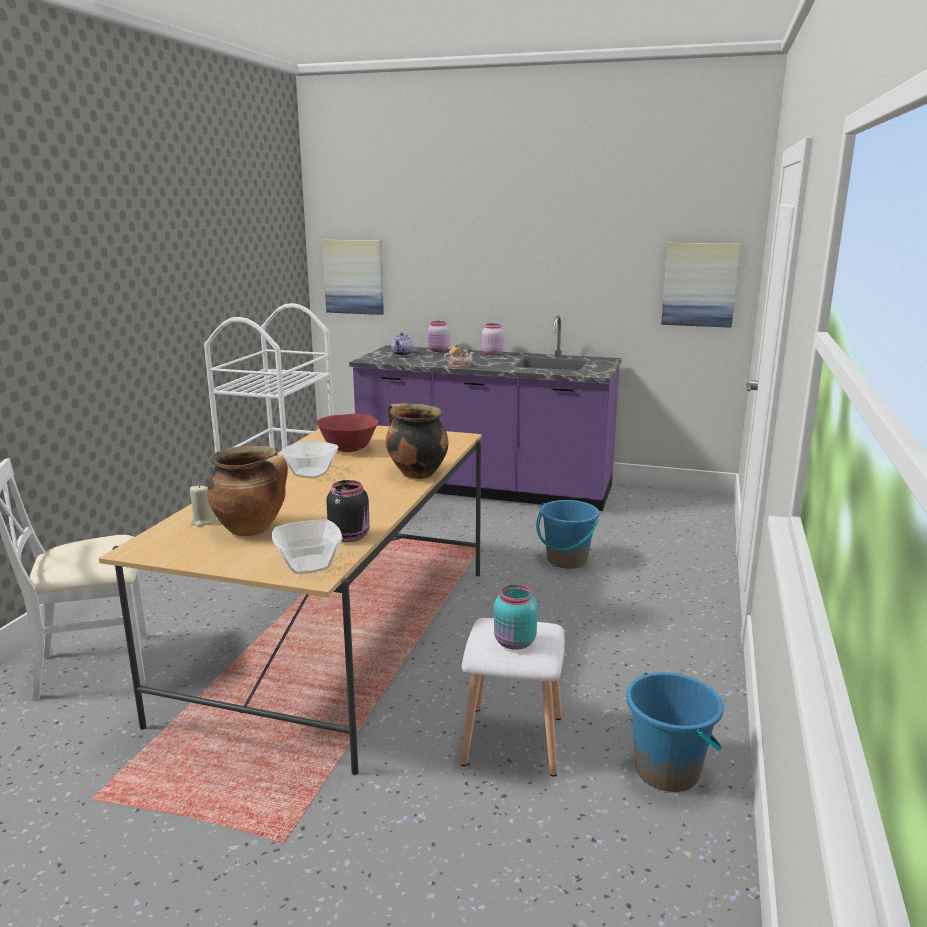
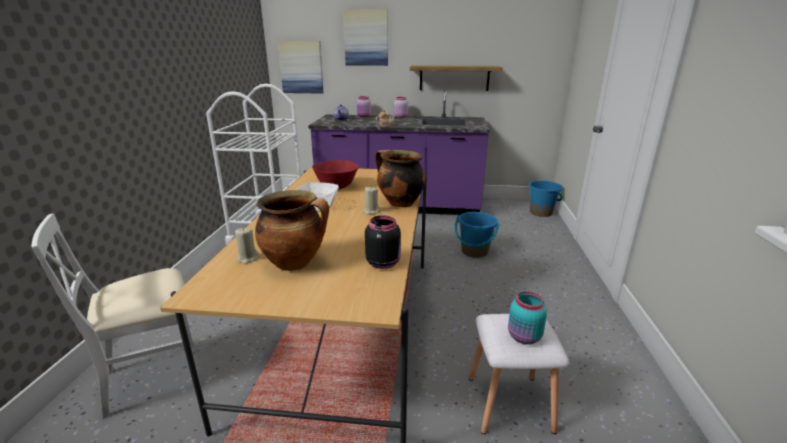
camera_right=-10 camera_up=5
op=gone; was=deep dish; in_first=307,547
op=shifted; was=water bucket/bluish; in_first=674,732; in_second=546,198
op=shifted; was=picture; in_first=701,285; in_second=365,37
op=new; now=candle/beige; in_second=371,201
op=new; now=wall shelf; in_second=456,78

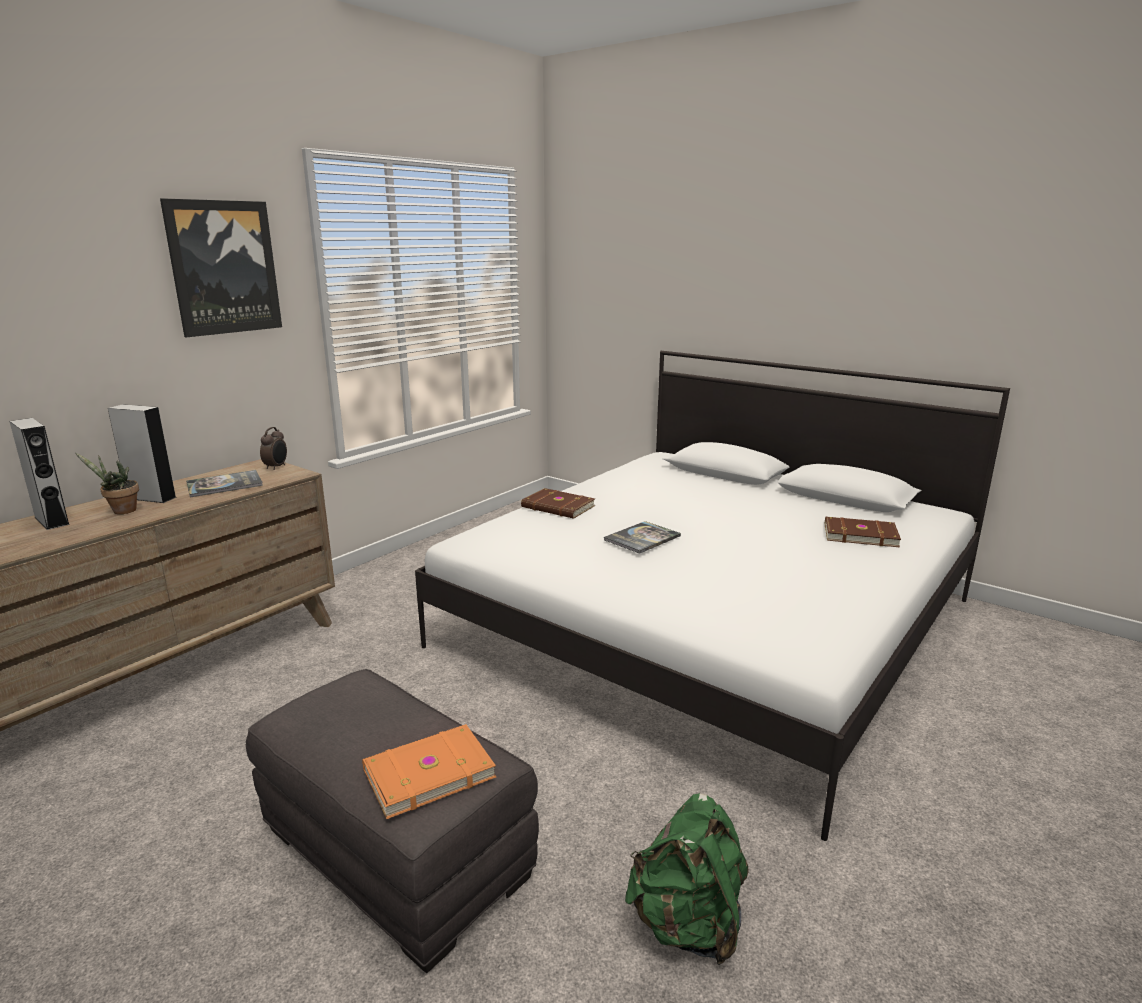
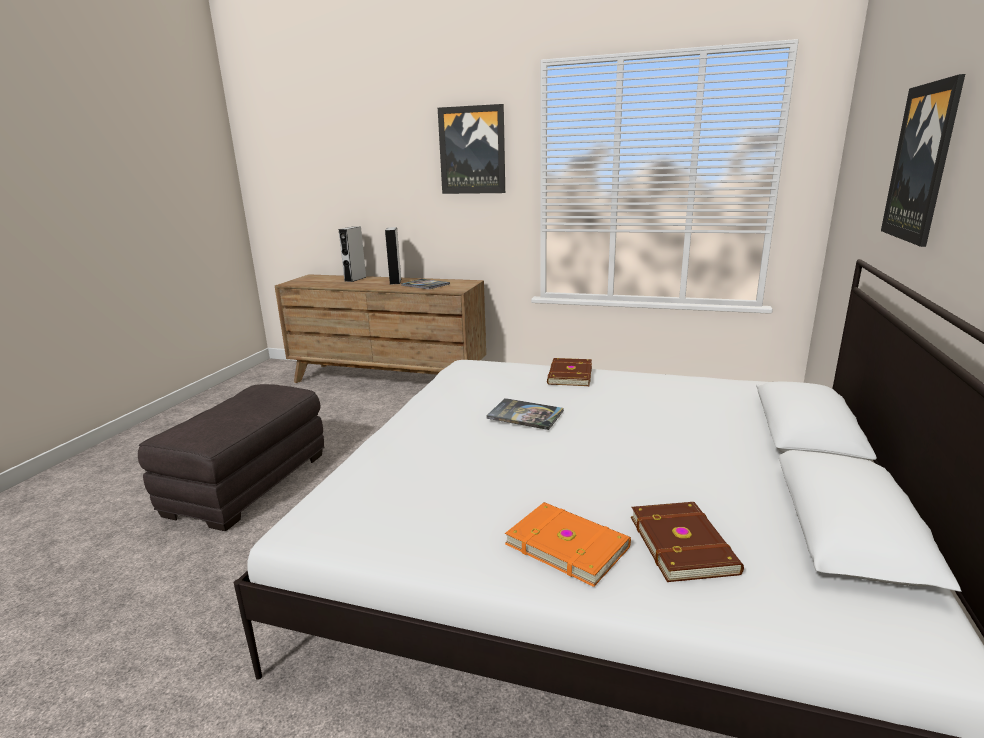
camera_right=70 camera_up=0
op=gone; was=houseplant; in_first=107,483
op=gone; was=alarm clock; in_first=273,448
op=shifted; was=bound book/orange-coloured; in_first=429,771; in_second=568,544
op=gone; was=knapsack/green-coloured; in_first=687,879
op=new; now=picture; in_second=923,160

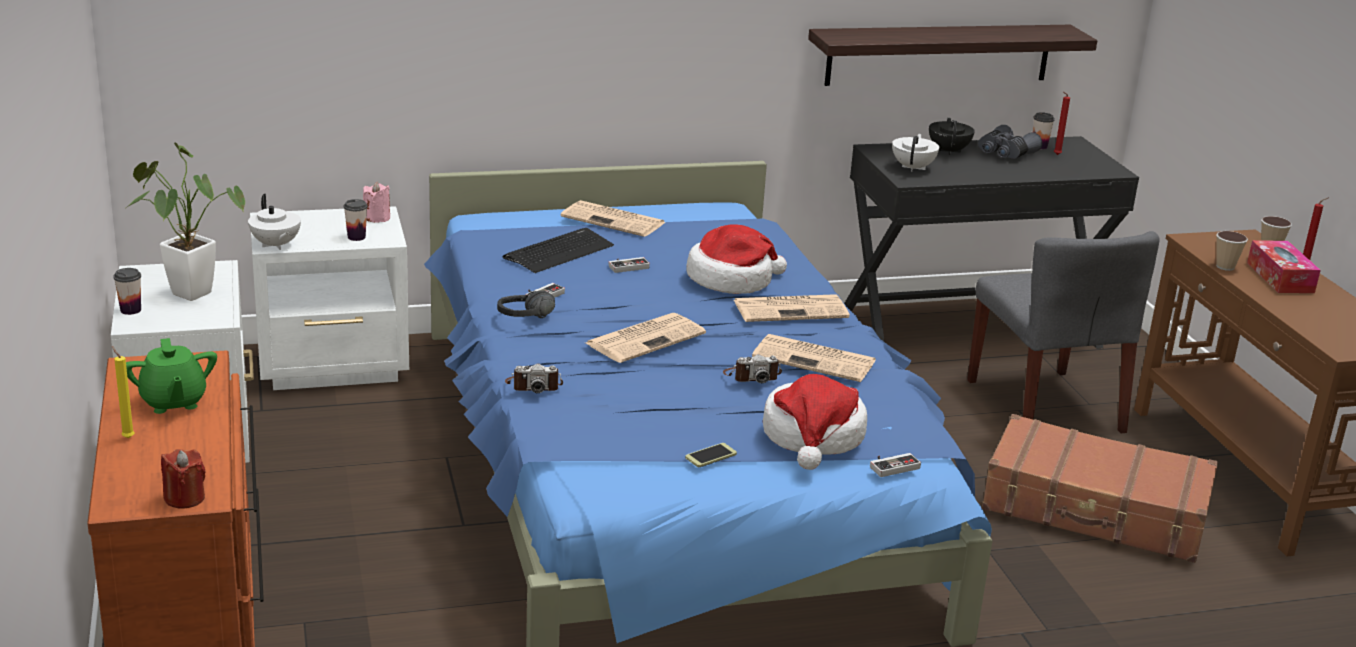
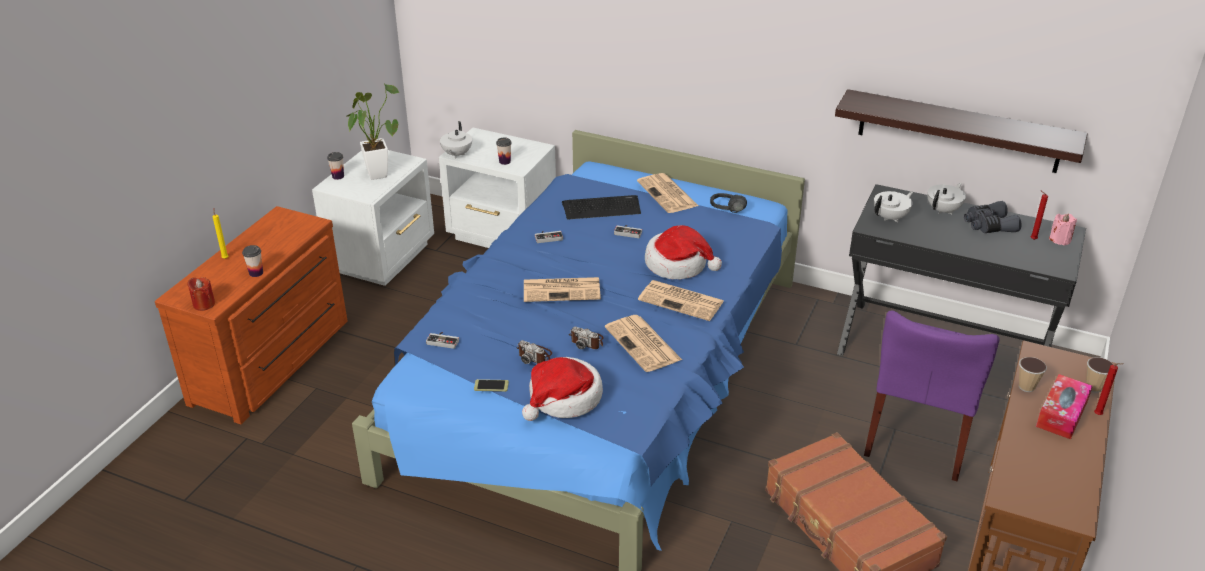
camera_right=40 camera_up=10
op=gone; was=pot for tea/green-coloured; in_first=171,376
op=shifted; was=candle/pinkish; in_first=376,202; in_second=1063,229
op=shifted; was=headset/black; in_first=526,304; in_second=728,203
op=shifted; was=photo camera; in_first=534,378; in_second=534,352
op=shifted; was=gamepad; in_first=895,465; in_second=442,340
op=repainted; was=pot for tea/black; now=pot for tea/white-coloured; in_first=952,136; in_second=946,199
op=repainted; was=chair/grey; now=chair/purple-coloured; in_first=1063,332; in_second=932,396
op=shifted; was=small cup; in_first=1044,130; in_second=252,261

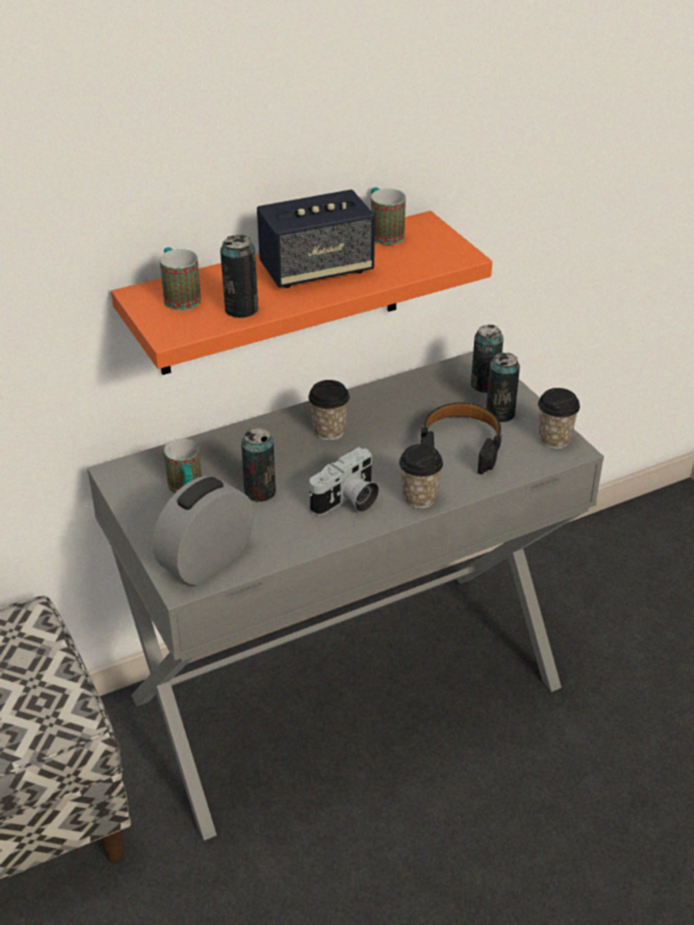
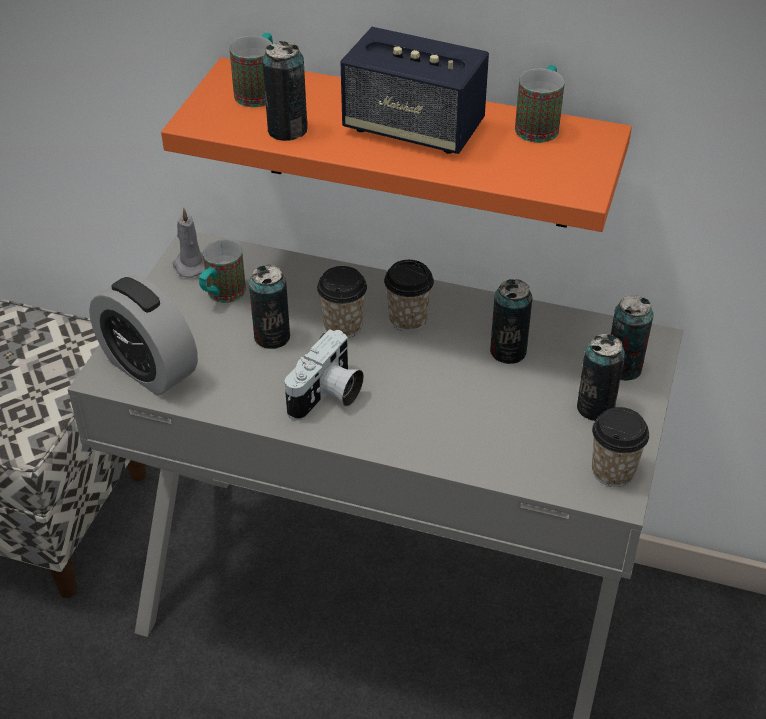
camera_right=45 camera_up=5
op=rotated; was=alarm clock; in_first=203,531; in_second=143,335; clockwise=-135
op=rotated; was=photo camera; in_first=344,481; in_second=324,375; clockwise=-60
op=shifted; was=small cup; in_first=421,476; in_second=342,302
op=gone; was=headset/black; in_first=461,438
op=new; now=candle/grey; in_second=188,242
op=new; now=sealed can; in_second=511,321

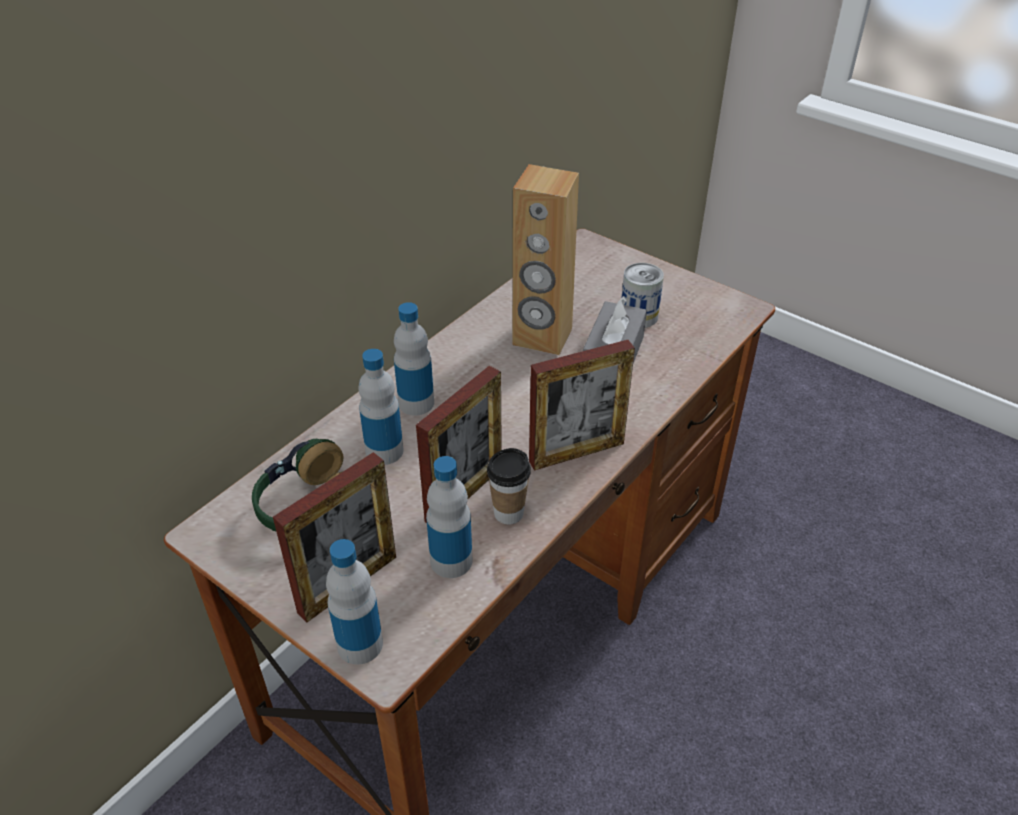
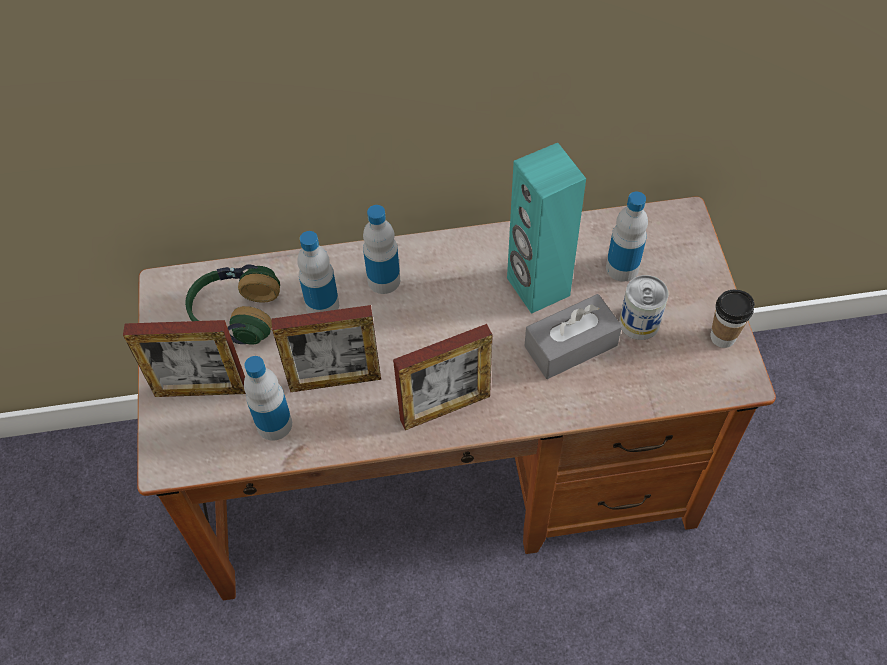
camera_right=45 camera_up=15
op=shifted; was=beverage bottle; in_first=354,602; in_second=627,237
op=shifted; was=small cup; in_first=509,486; in_second=732,319
op=repainted; was=loudspeaker/brown-coloured; now=loudspeaker/blue-green; in_first=546,259; in_second=546,228
op=rotated; was=photo frame; in_first=582,405; in_second=443,377; clockwise=-45

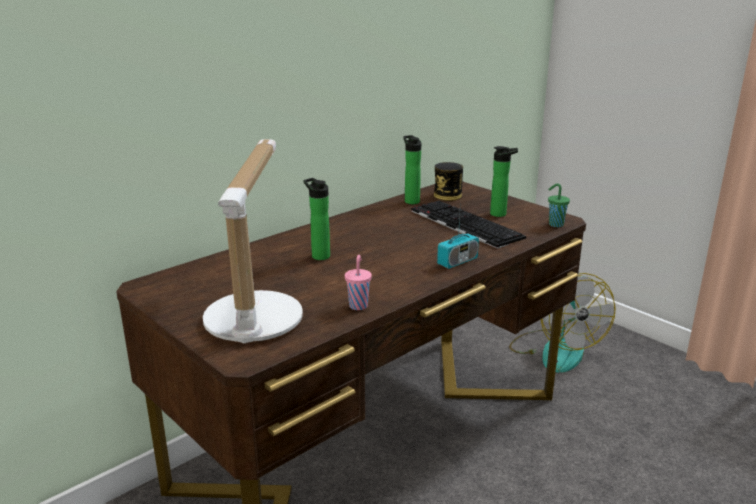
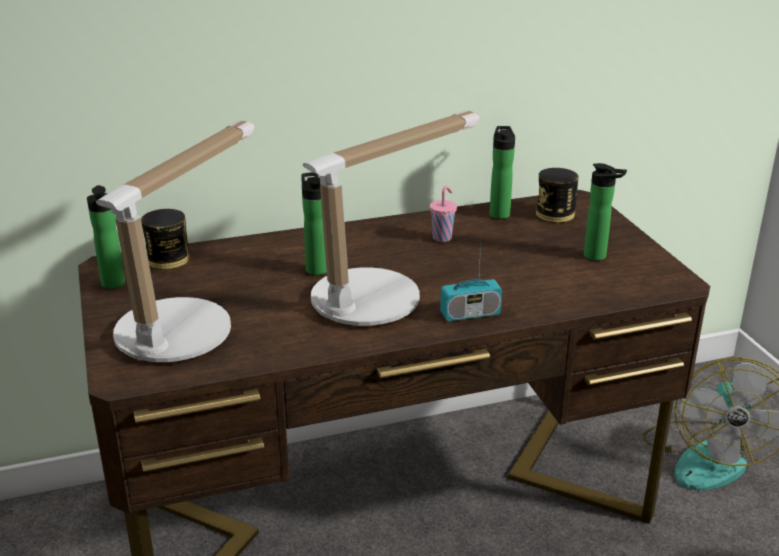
camera_right=25 camera_up=5
op=shifted; was=small cup/pinkish; in_first=358,282; in_second=443,213
op=gone; was=keyboard; in_first=468,225
op=gone; was=small cup/green-coloured; in_first=559,205
op=new; now=beverage bottle; in_second=106,237
op=new; now=sealed can; in_second=165,239
op=new; now=tabletop lamp; in_second=391,218

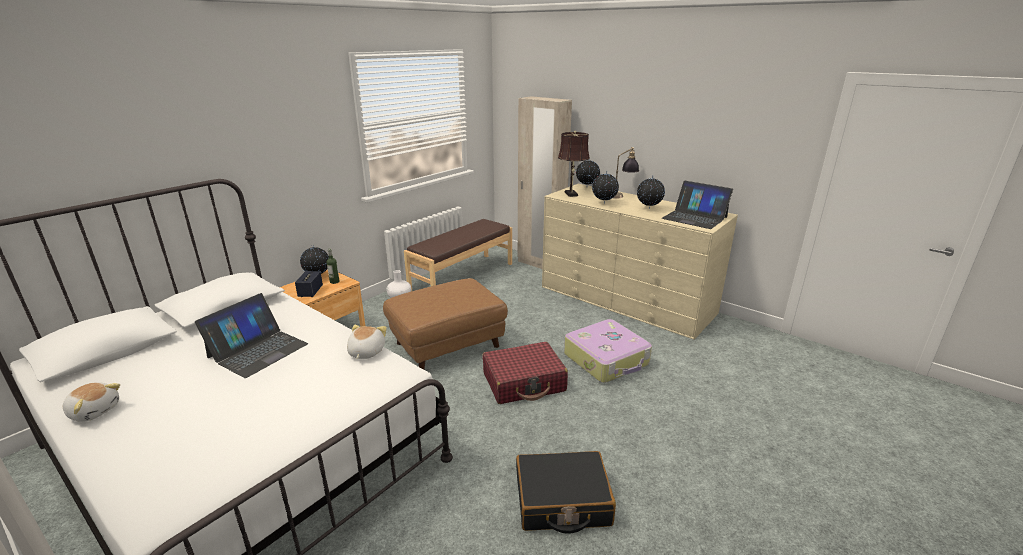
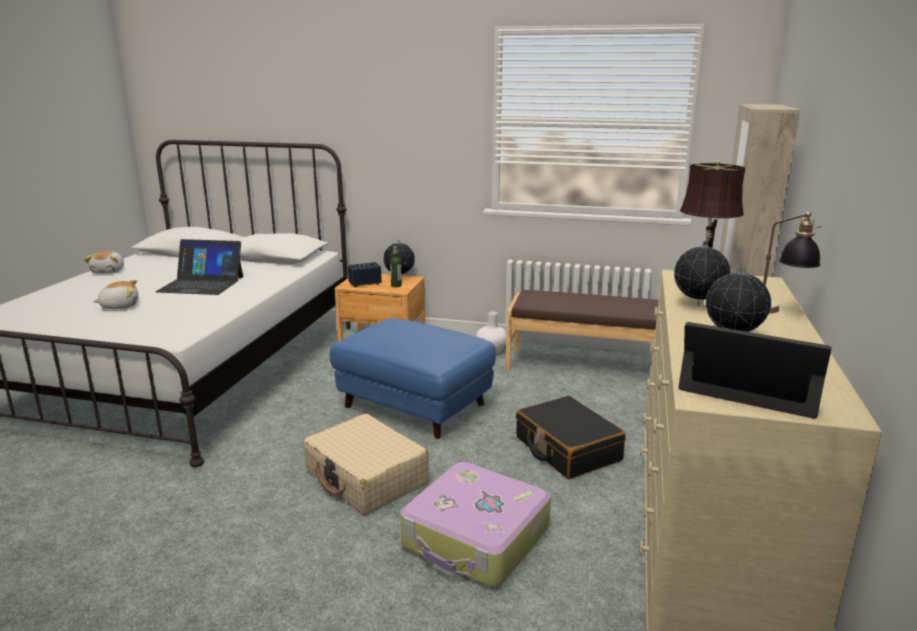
camera_right=65 camera_up=-5
op=shifted; was=plush toy; in_first=367,342; in_second=116,294
op=repainted; was=pouffe/brown-coloured; now=pouffe/bluish; in_first=445,324; in_second=413,378
op=repainted; was=piece of luggage/red; now=piece of luggage/beige; in_first=525,373; in_second=366,464
op=shifted; was=piece of luggage/black; in_first=566,492; in_second=571,437
op=gone; was=world globe; in_first=588,174
op=rotated; was=laptop; in_first=697,205; in_second=755,370; clockwise=105

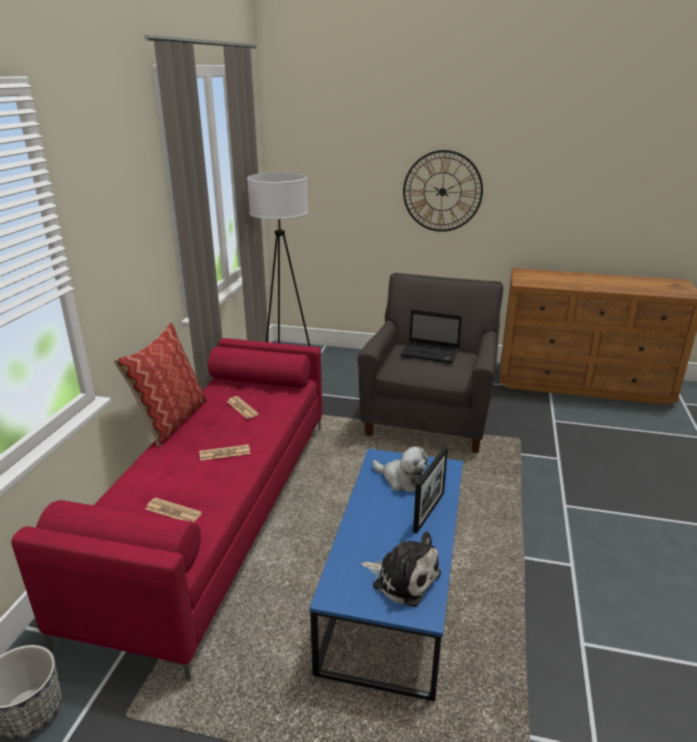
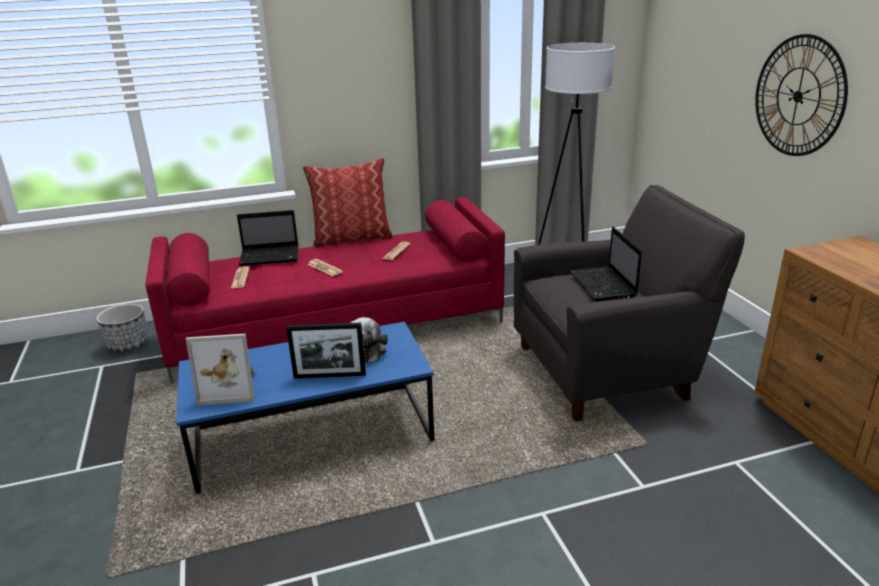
camera_right=60 camera_up=0
op=swapped; was=plush toy; now=photo frame; in_first=401,569; in_second=220,369
op=new; now=laptop; in_second=268,238

